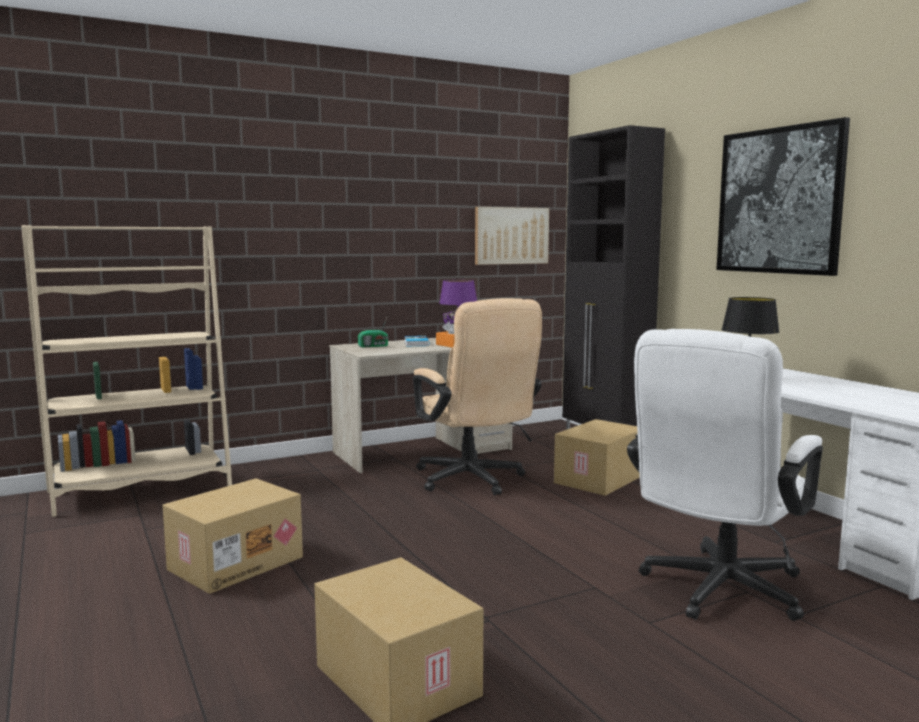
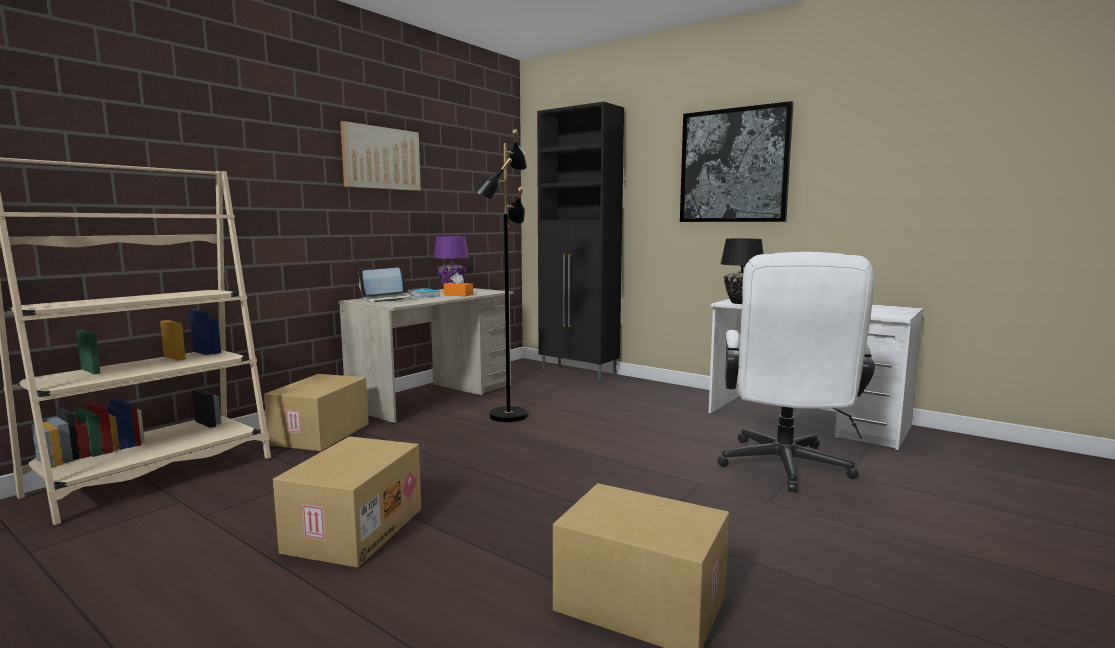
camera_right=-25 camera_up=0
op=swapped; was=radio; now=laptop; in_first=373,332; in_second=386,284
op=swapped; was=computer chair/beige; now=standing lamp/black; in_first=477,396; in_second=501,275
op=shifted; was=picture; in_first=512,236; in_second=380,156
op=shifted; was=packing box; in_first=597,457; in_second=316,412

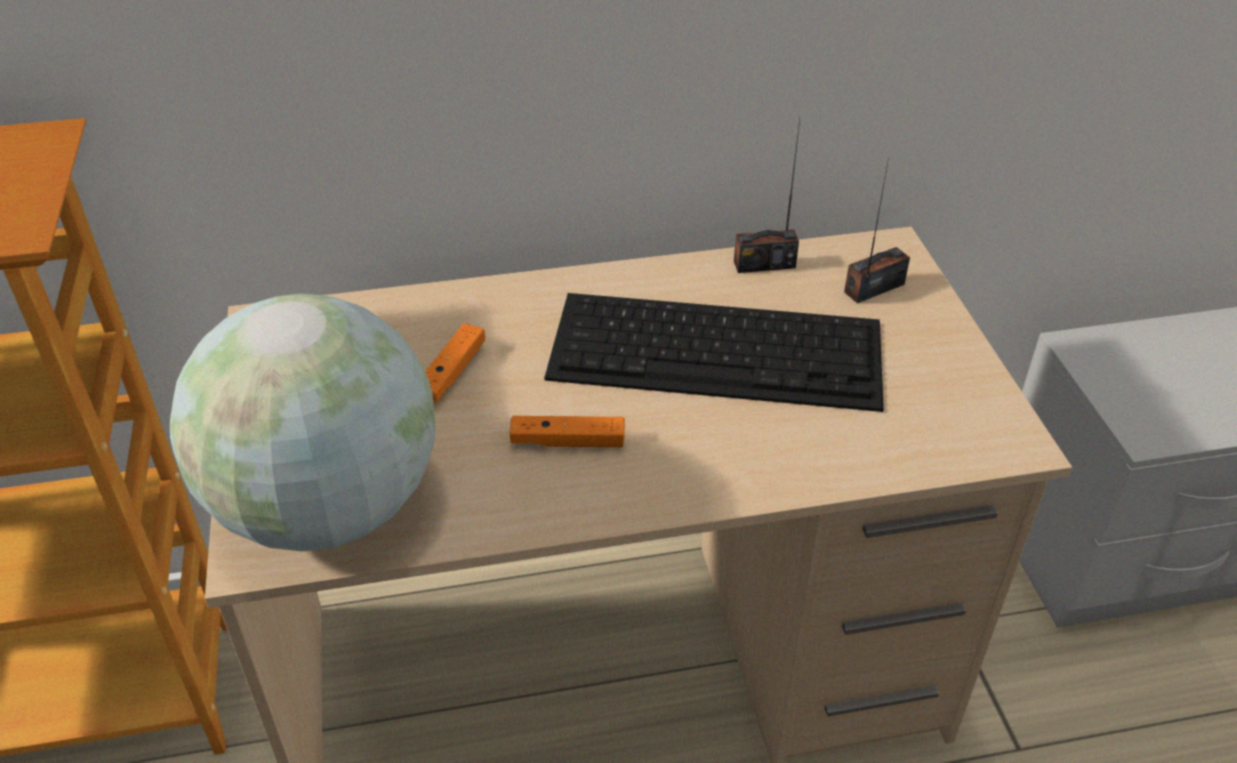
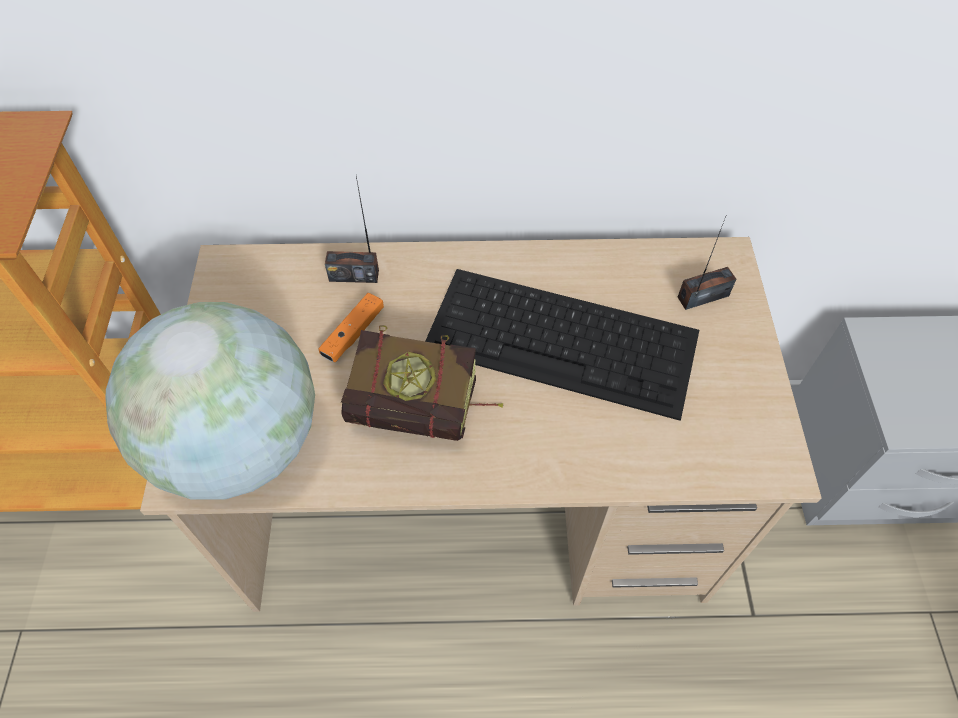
camera_right=10 camera_up=15
op=swapped; was=gamepad/orange-coloured; now=bound book; in_first=567,431; in_second=422,383
op=shifted; was=radio; in_first=767,196; in_second=352,229

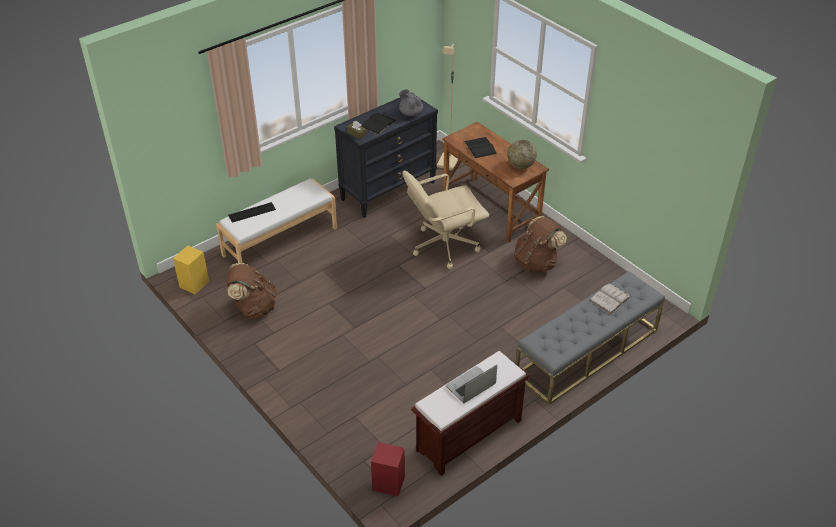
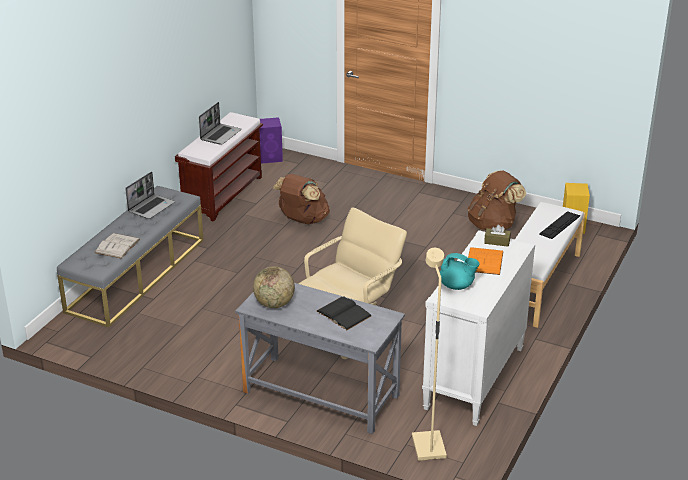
camera_right=155 camera_up=-10
op=repainted; was=drawer chest/black; now=drawer chest/white-coloured; in_first=386,155; in_second=478,328
op=repainted; was=bound book/black; now=bound book/orange-coloured; in_first=379,124; in_second=486,261
op=repainted; was=loudspeaker/red; now=loudspeaker/purple-coloured; in_first=388,469; in_second=271,140
op=repainted; was=pot for tea/grey; now=pot for tea/blue-green; in_first=411,103; in_second=459,271
op=repainted; was=desk table/brown-coloured; now=desk table/grey; in_first=495,182; in_second=320,358
op=shifted; was=knapsack/brown-coloured; in_first=540,244; in_second=301,199
op=new; now=laptop; in_second=150,195

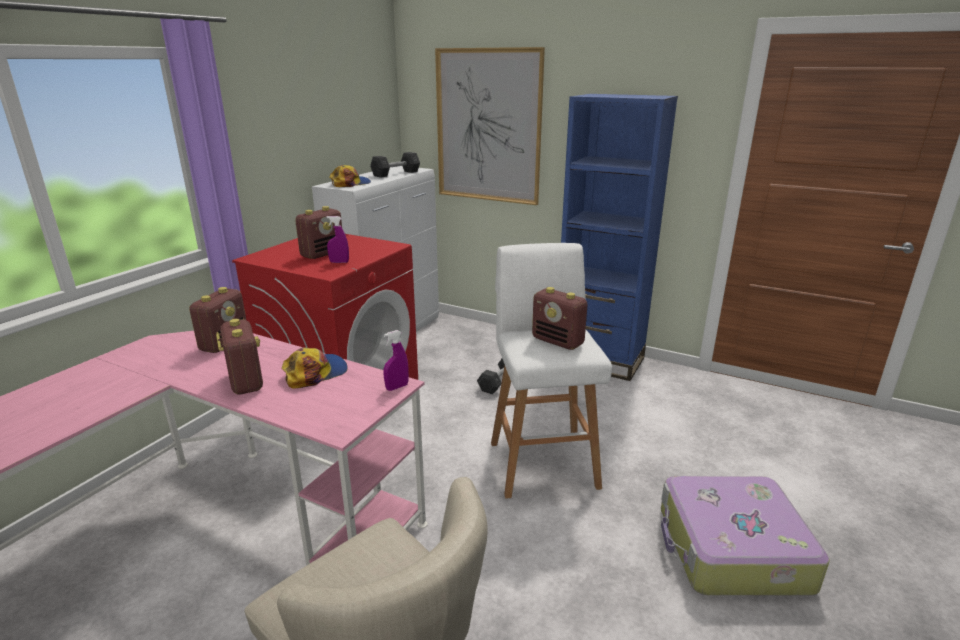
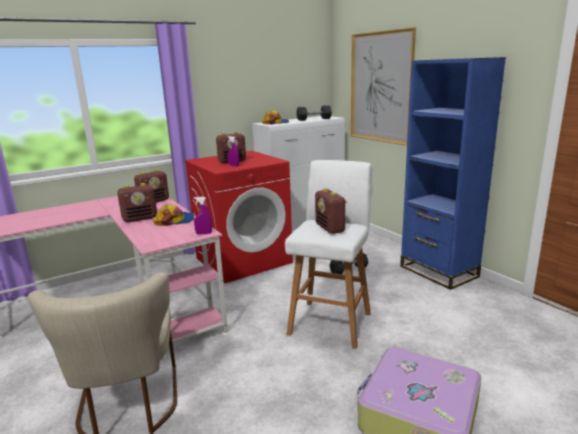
camera_right=30 camera_up=-5
op=rotated; was=radio; in_first=239,356; in_second=137,202; clockwise=60

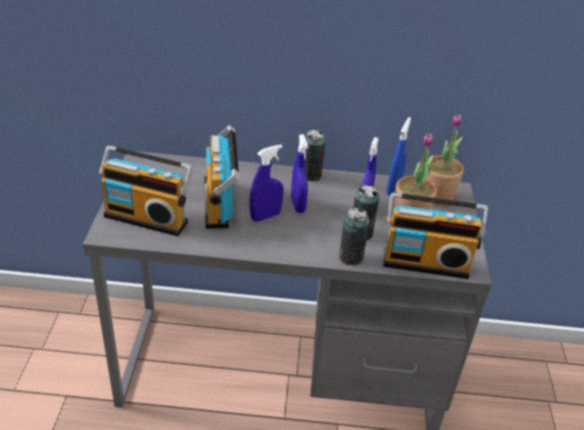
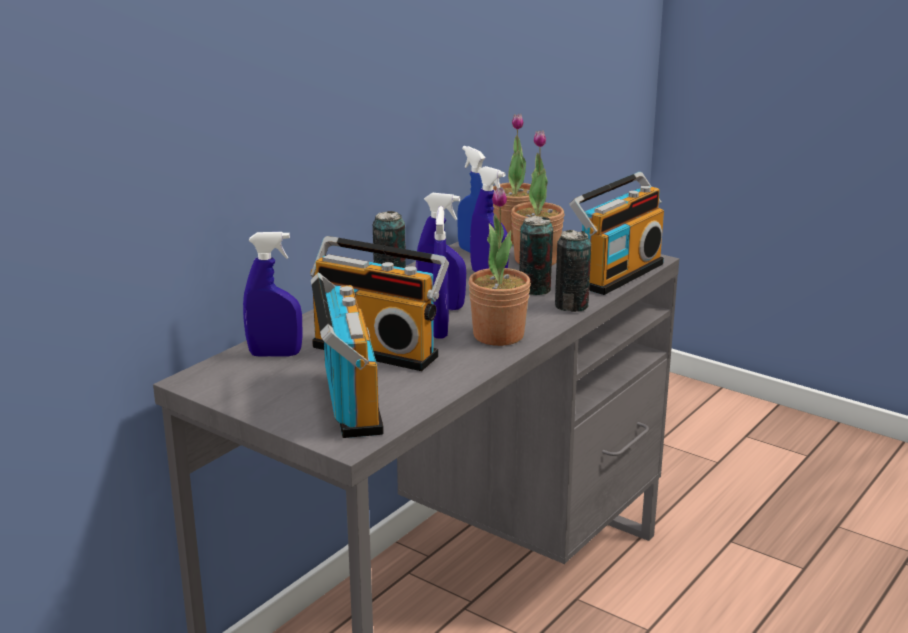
camera_right=-55 camera_up=-15
op=rotated; was=radio; in_first=146,190; in_second=347,355; clockwise=-60
op=new; now=spray bottle/bluish; in_second=273,294
op=new; now=houseplant; in_second=499,266

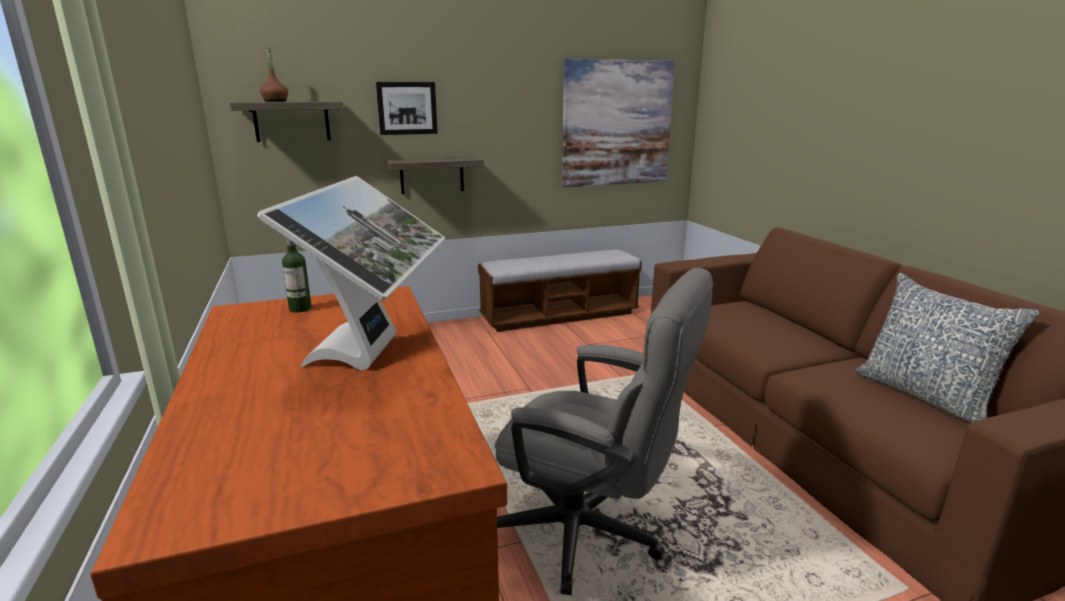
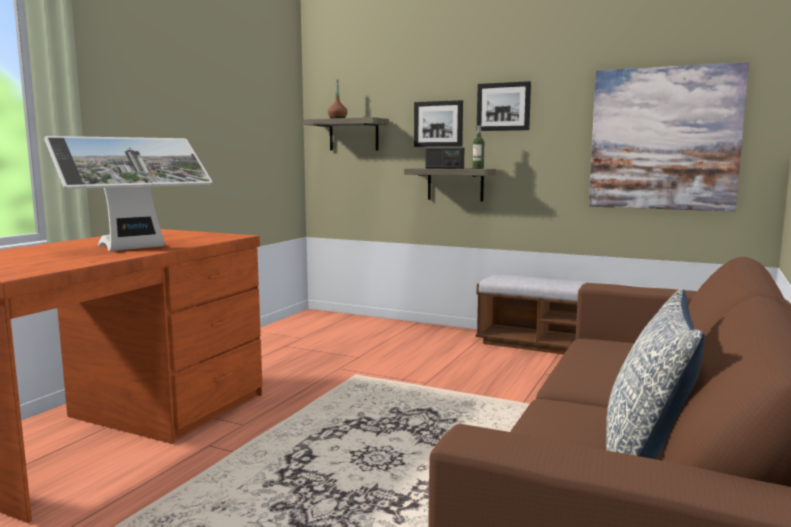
camera_right=45 camera_up=-10
op=shifted; was=beverage bottle; in_first=297,274; in_second=478,147
op=gone; was=computer chair/grey; in_first=604,432
op=new; now=radio; in_second=445,158
op=new; now=picture; in_second=504,106

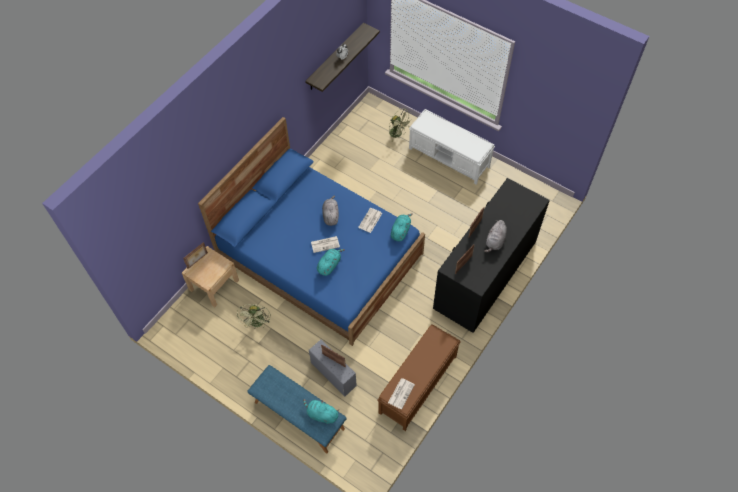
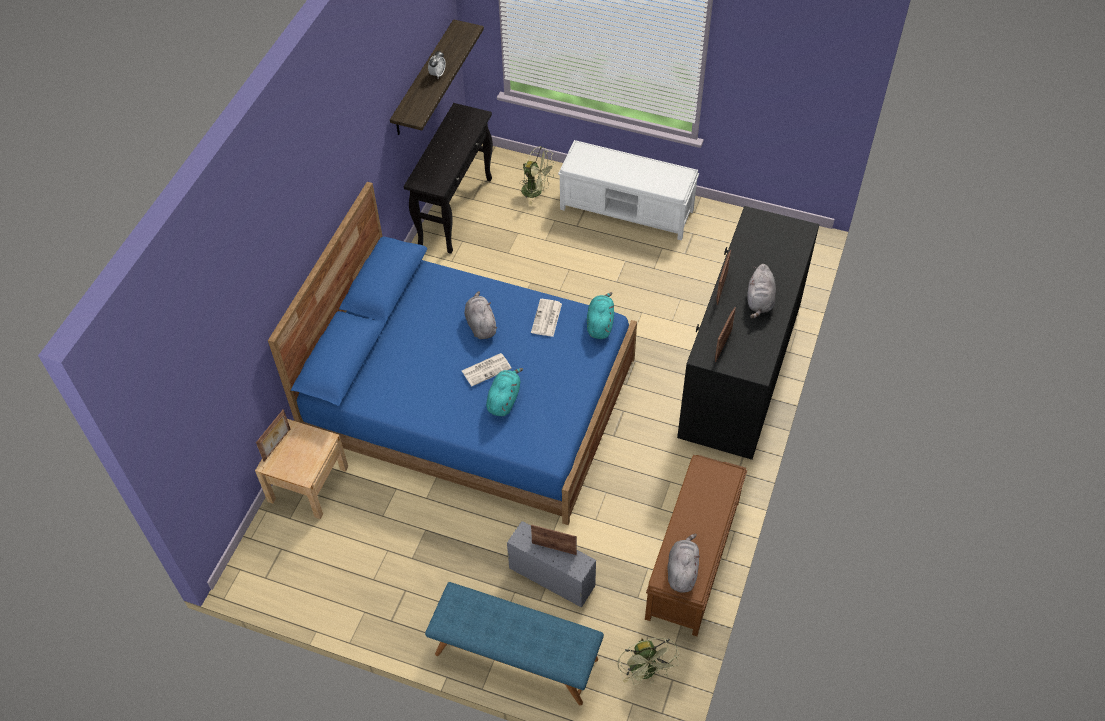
camera_right=-15 camera_up=-5
op=shifted; was=fan/green-coloured; in_first=254,316; in_second=648,661
op=gone; was=plush toy/blue-green; in_first=321,411
op=swapped; was=newspaper; now=plush toy/grey; in_first=401,394; in_second=684,563
op=new; now=narrow table/black; in_second=448,178

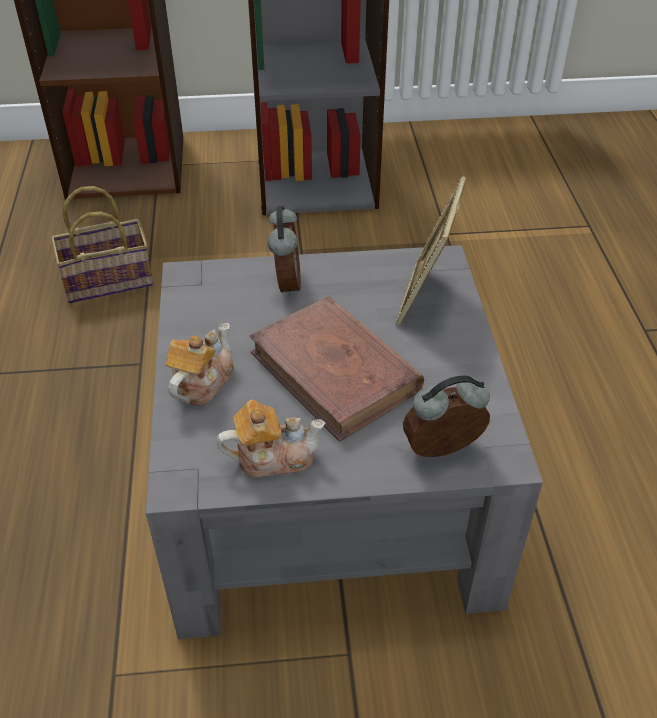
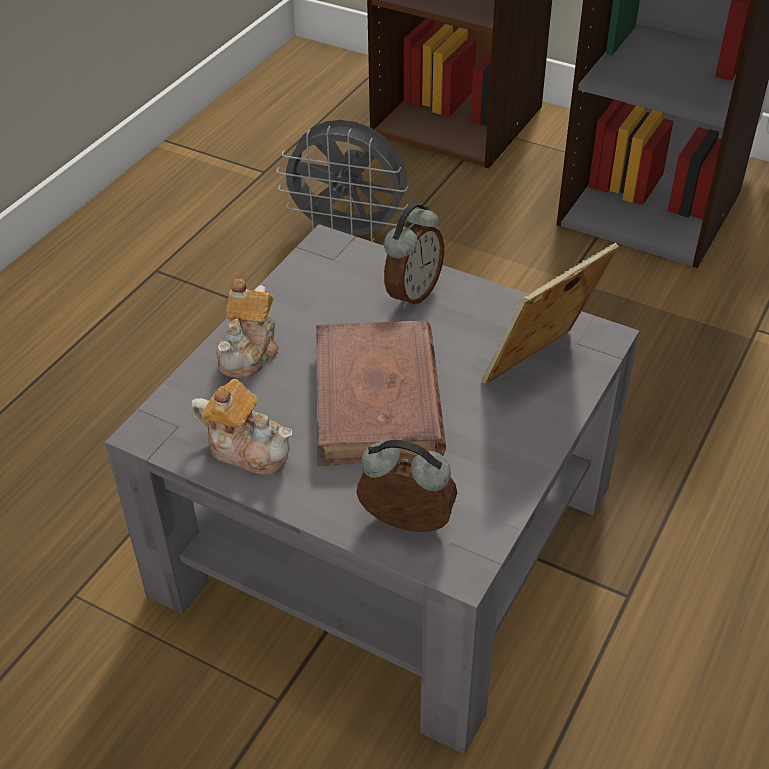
camera_right=35 camera_up=0
op=swapped; was=storage basket; now=fan/grey; in_first=102,244; in_second=342,181
op=rotated; was=pot for tea; in_first=200,364; in_second=247,328; clockwise=135

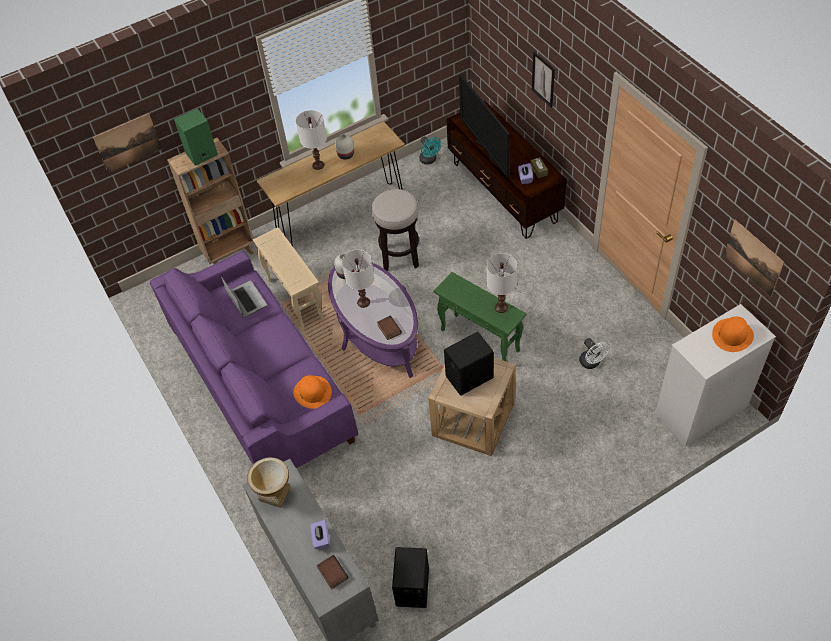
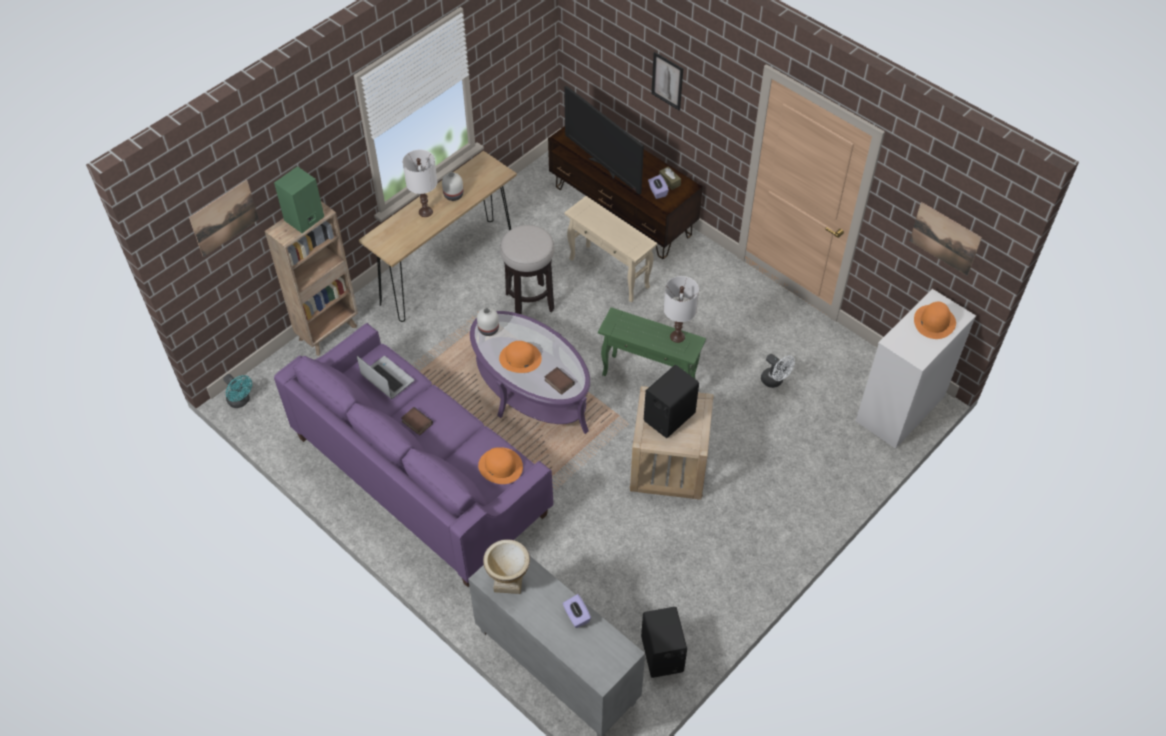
camera_right=-20 camera_up=0
op=shifted; was=accent table/beige; in_first=288,278; in_second=610,249
op=shifted; was=bound book; in_first=332,572; in_second=417,421
op=swapped; was=tabletop lamp/white-coloured; now=wearable hat/orange-coloured; in_first=358,279; in_second=520,357
op=shifted; was=fan/blue-green; in_first=430,150; in_second=237,391

